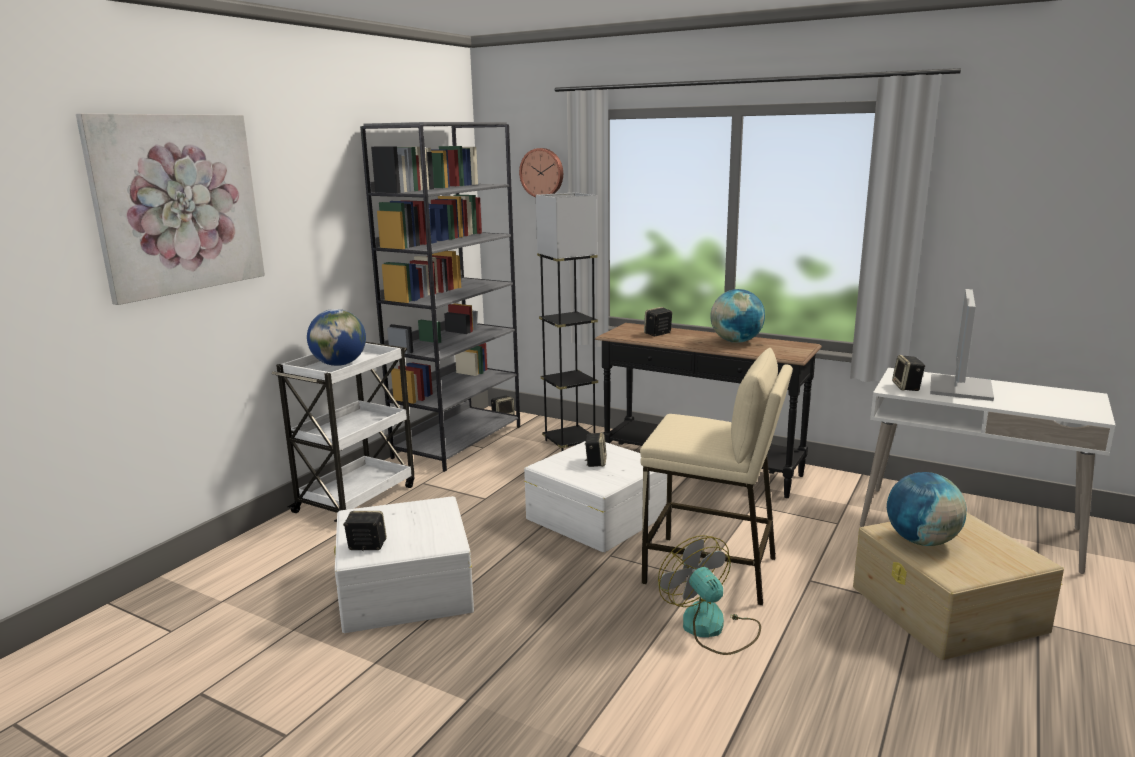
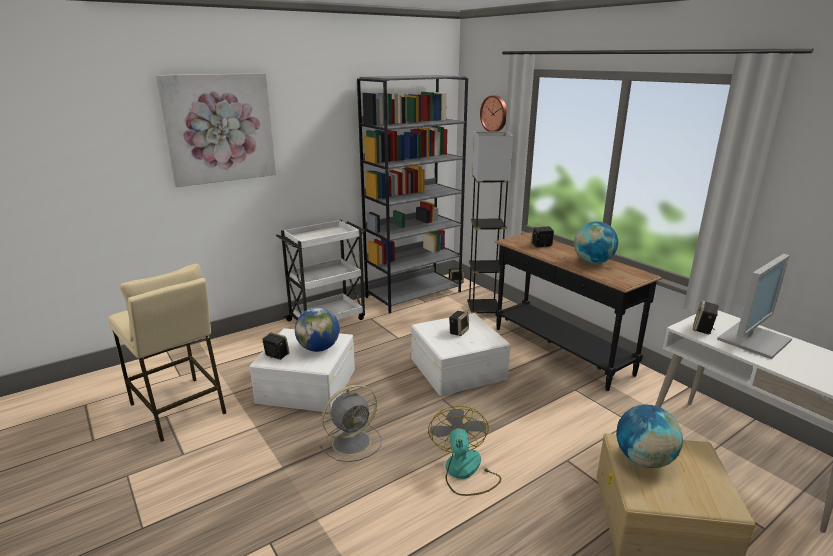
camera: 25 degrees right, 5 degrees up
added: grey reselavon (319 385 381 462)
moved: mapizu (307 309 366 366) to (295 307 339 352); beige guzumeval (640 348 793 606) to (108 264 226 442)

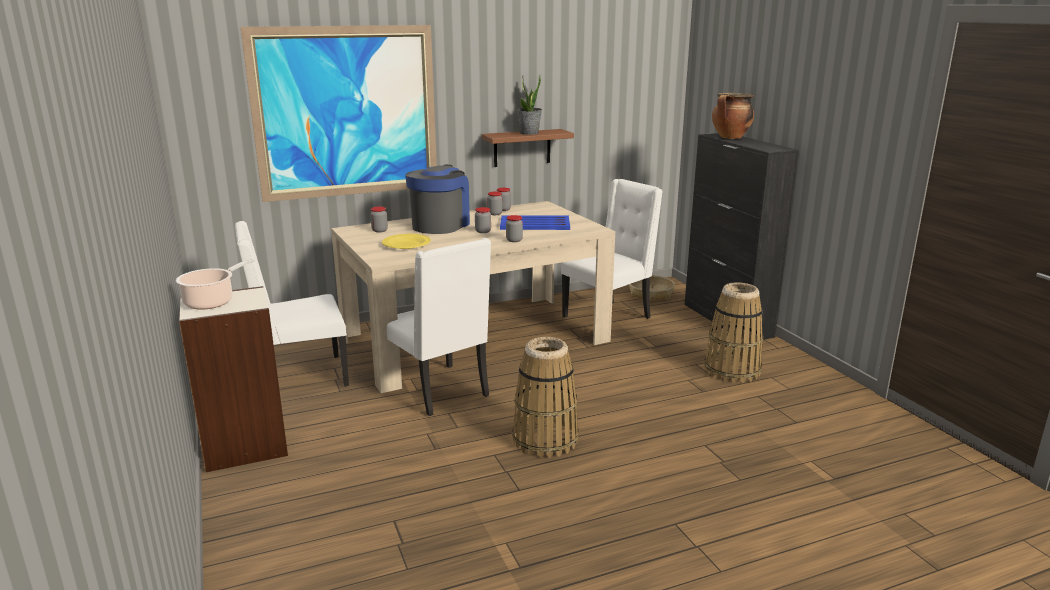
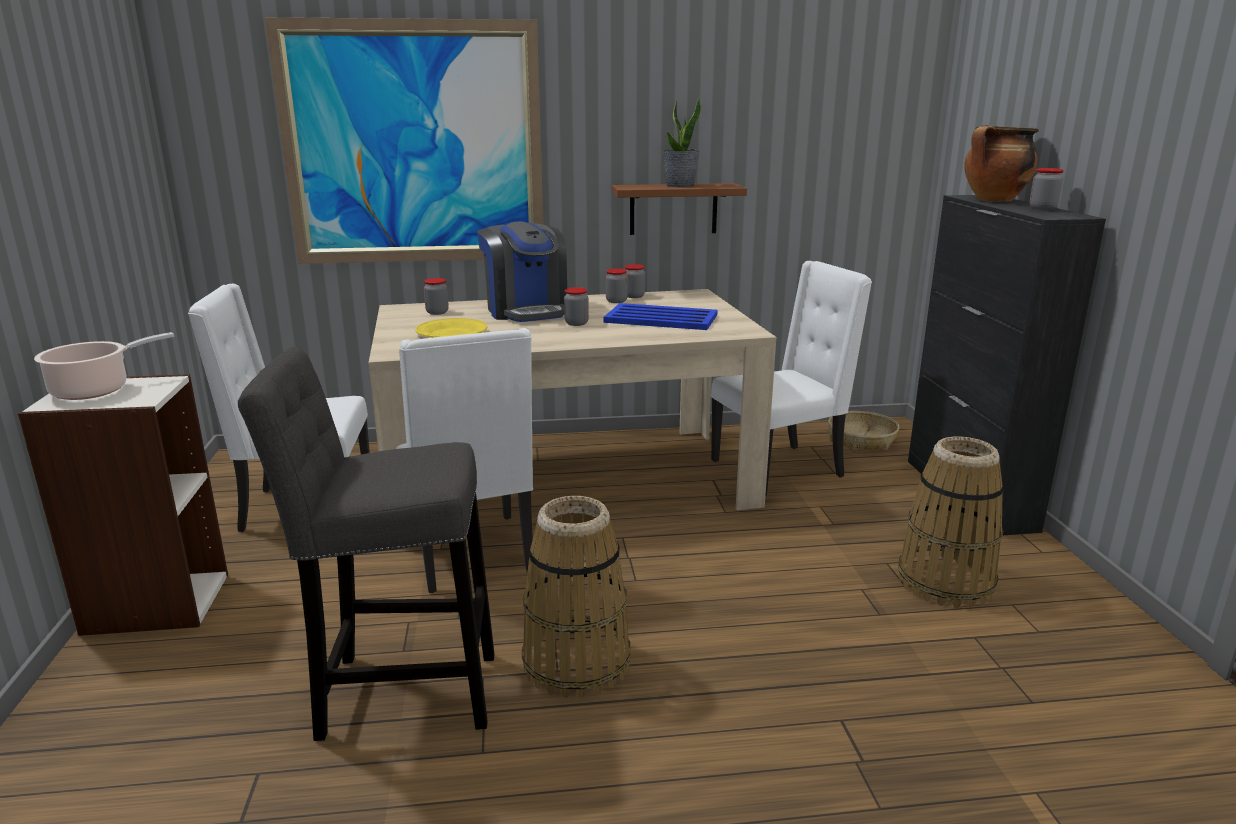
camera: 15 degrees right, 0 degrees up
added: grey guzumeval (238 347 495 741)
moved: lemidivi (506 215 523 242) to (1030 168 1064 210)
turned: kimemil (405 164 470 234) = (477 221 567 322) 120 degrees clockwise

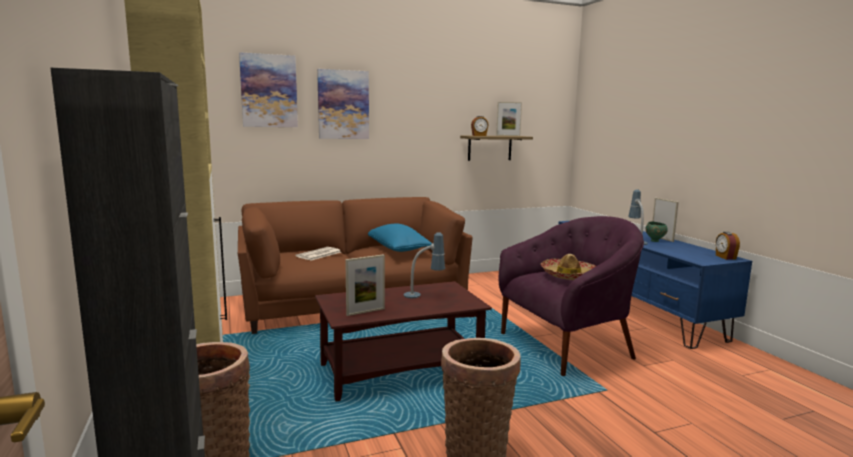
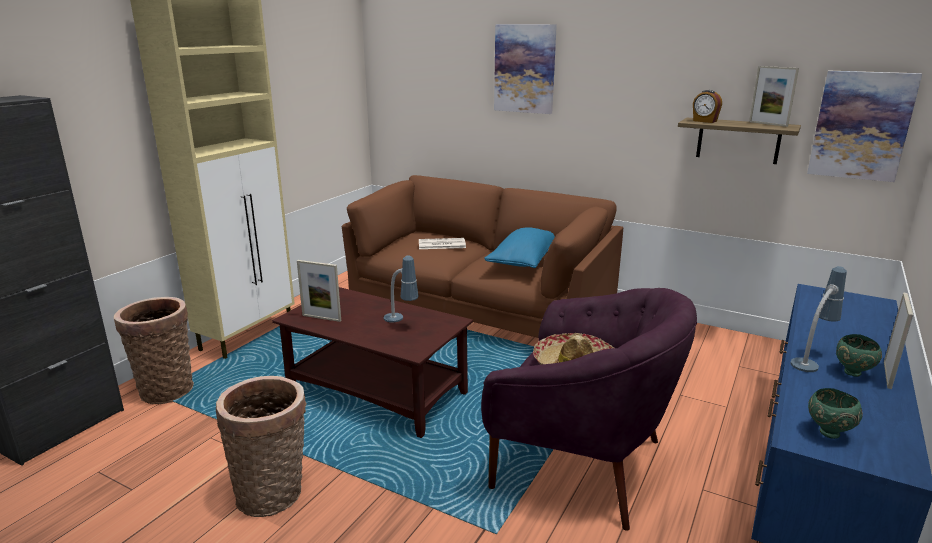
camera: 50 degrees right, 10 degrees up
removed: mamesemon (716 232 740 260)
added: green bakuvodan (808 388 863 439)
moved: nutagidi (239 52 298 127) to (807 70 922 182)

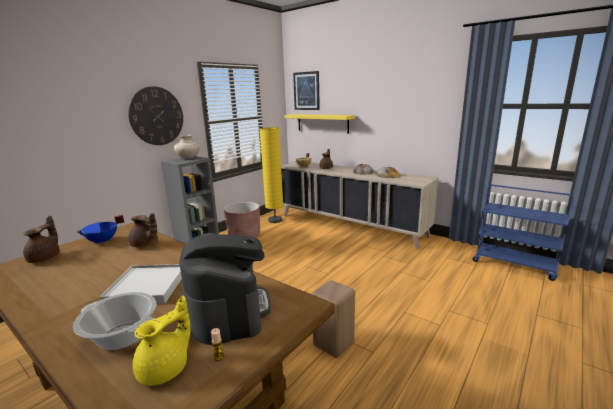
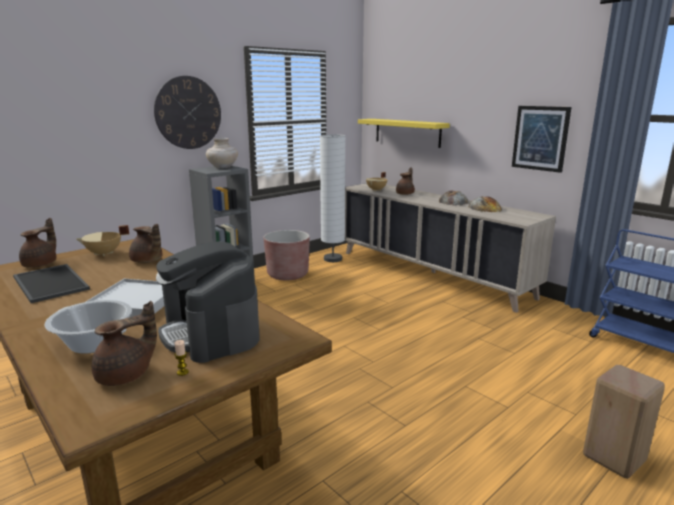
camera: 10 degrees right, 0 degrees up
added: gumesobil (13 264 90 303)
moved: nutagidi (293 71 320 110) to (512 106 572 173); beige guzumeval (312 280 355 358) to (583 365 665 479)
recoloured: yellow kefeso (260 127 283 223) to white kefeso (320 134 345 262); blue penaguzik (76 215 124 244) to beige penaguzik (76 225 129 256); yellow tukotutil (133 296 190 386) to brown tukotutil (92 301 157 386)
turned: kimemil (179 232 271 345) = (156 241 260 363) 150 degrees clockwise

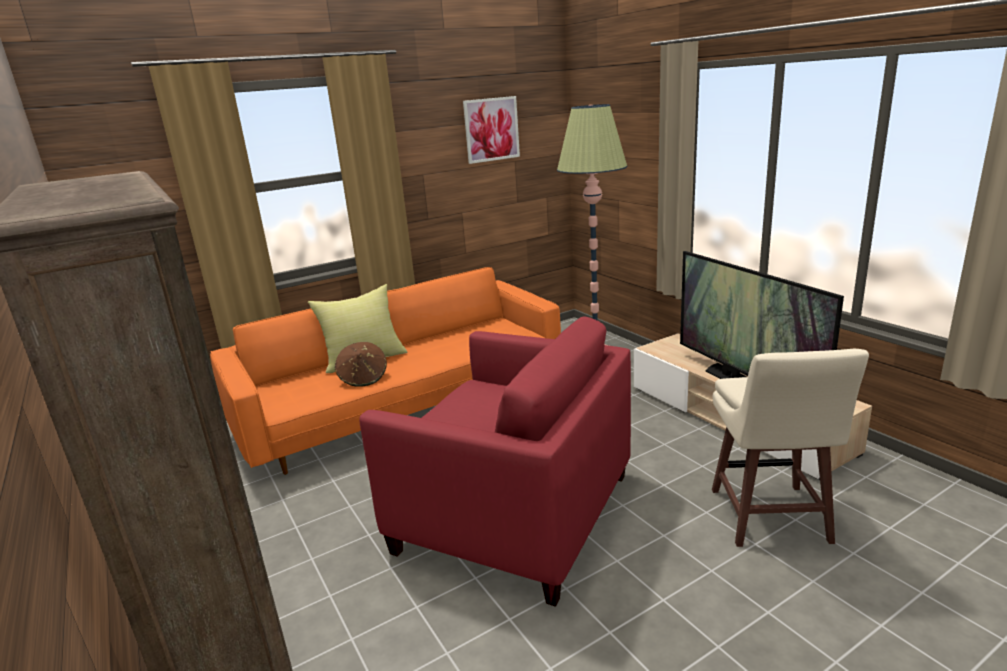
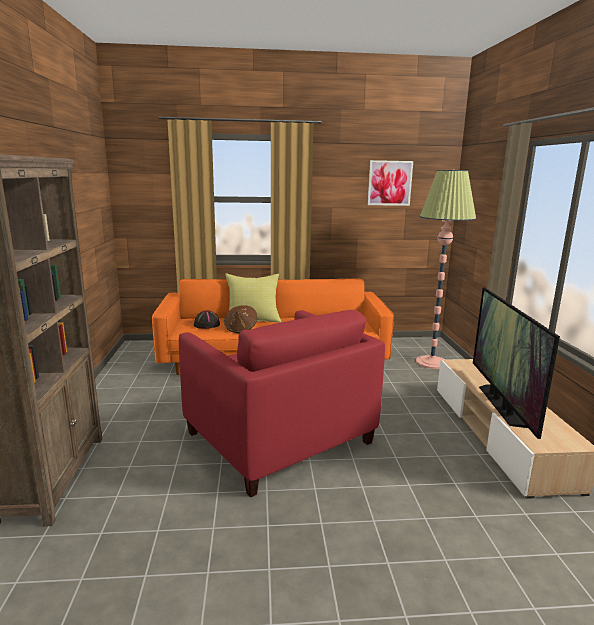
camera: 25 degrees right, 5 degrees down
removed: beige guzumeval (712 349 869 547)
added: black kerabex (193 310 220 329)

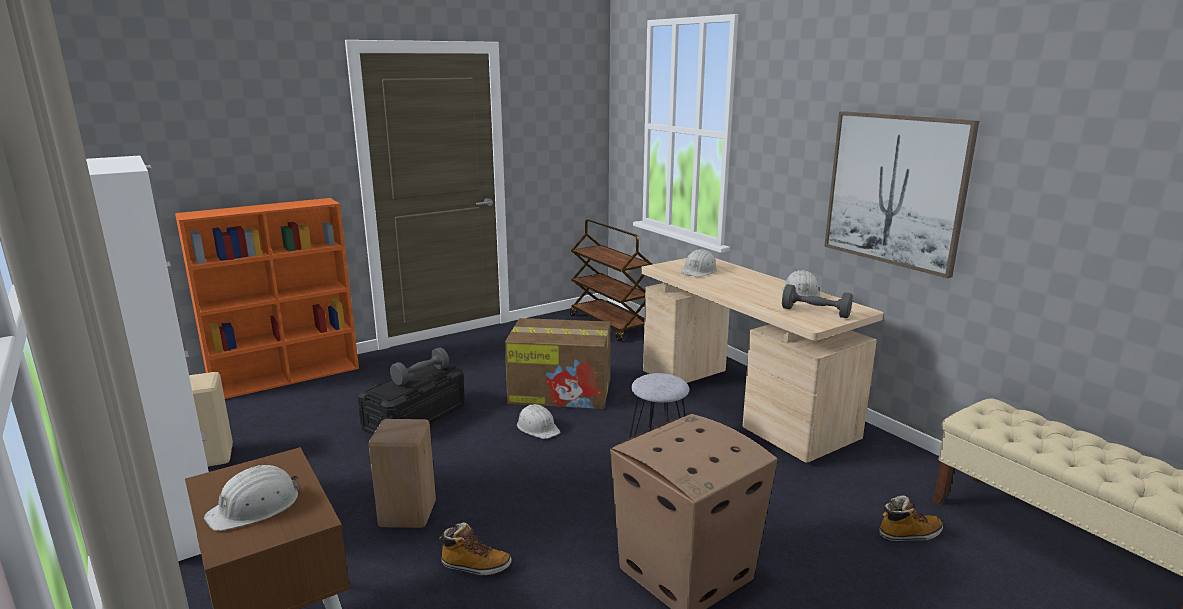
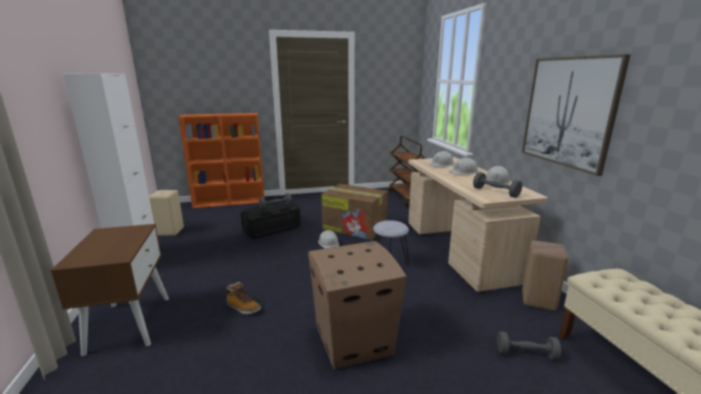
camera: 20 degrees right, 0 degrees up
moved: beige guzumeval (368 419 436 528) to (522 240 568 311); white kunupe (204 465 300 531) to (448 158 478 175)
replaced: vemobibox (879 495 943 541) to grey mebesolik (497 331 561 360)

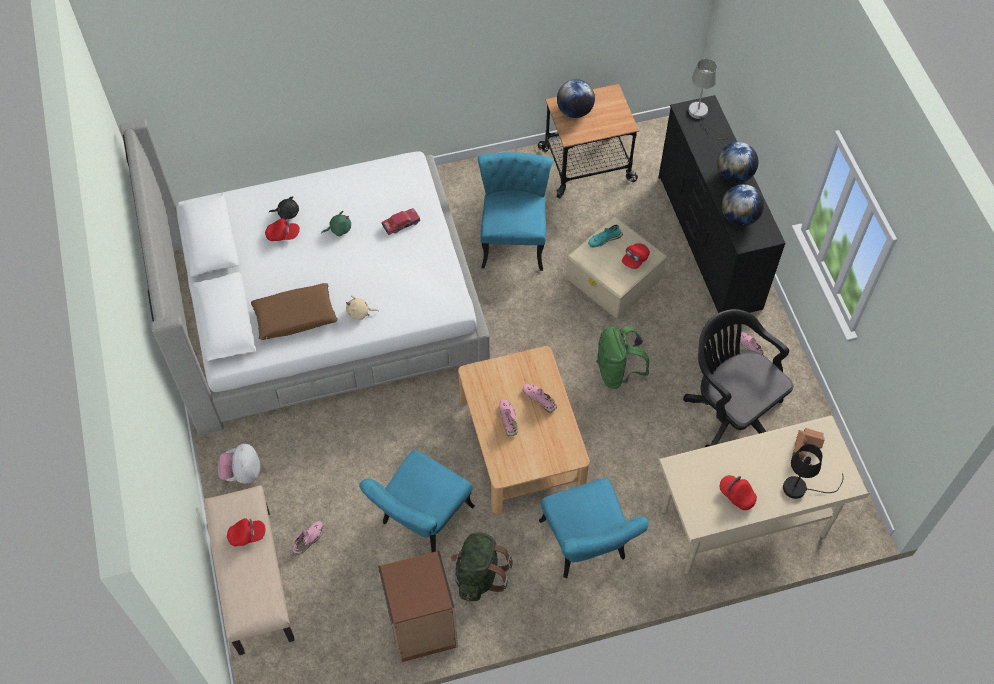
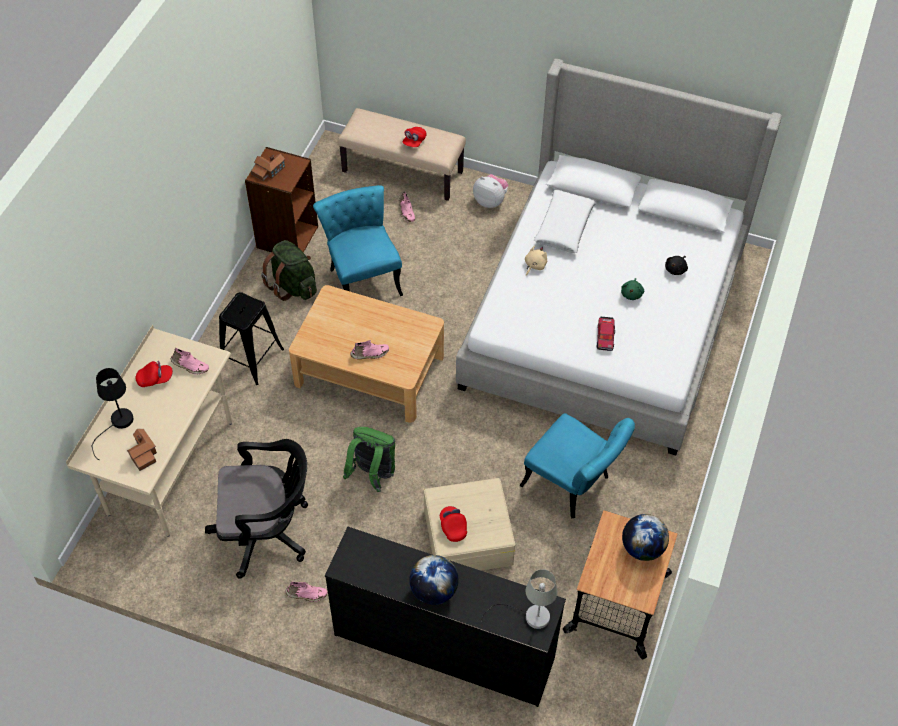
camera: 125 degrees right, 5 degrees down
removed: mapizu (722 184 764 226); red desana (265 218 300 241); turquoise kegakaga (588 224 623 248)
added: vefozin (251 154 285 181)
moved: pink kegakaga (499 399 518 437) to (171 348 209 374)
replaced: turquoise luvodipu (539 478 649 578) to black guzumeval (219 292 284 385)
recoloured: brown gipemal (251 283 338 340) to white gipemal (534 190 596 253)

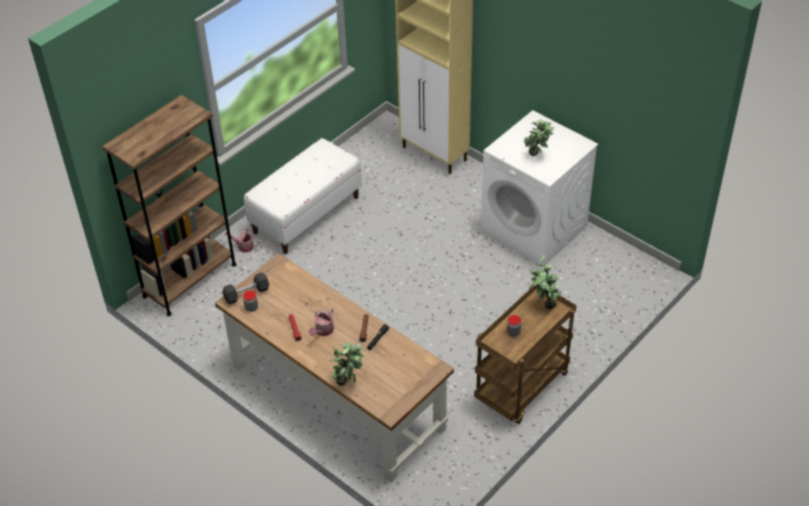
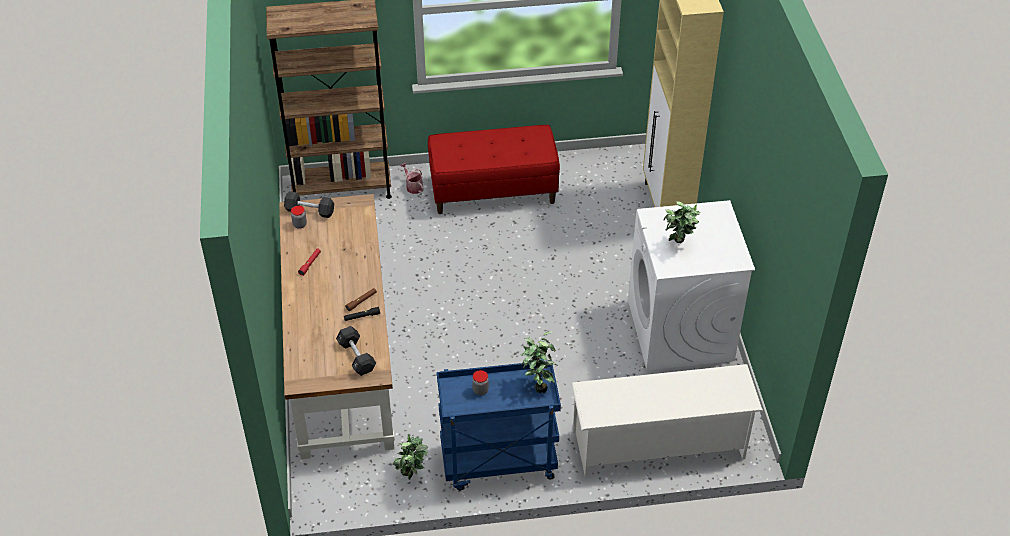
camera: 40 degrees right, 0 degrees up
removed: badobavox (309 308 334 336)
added: black mebesolik (336 326 376 376); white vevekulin (571 364 763 477)
moved: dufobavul (330 342 366 386) to (392 434 428 480)
recoloured: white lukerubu (244 138 362 254) to red lukerubu (428 125 560 214); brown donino (474 285 577 424) to blue donino (437 359 561 490)

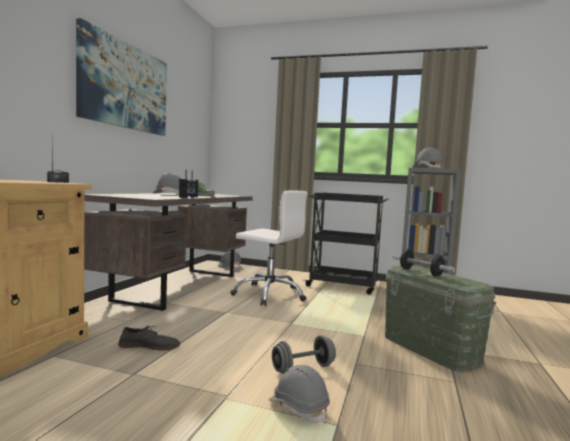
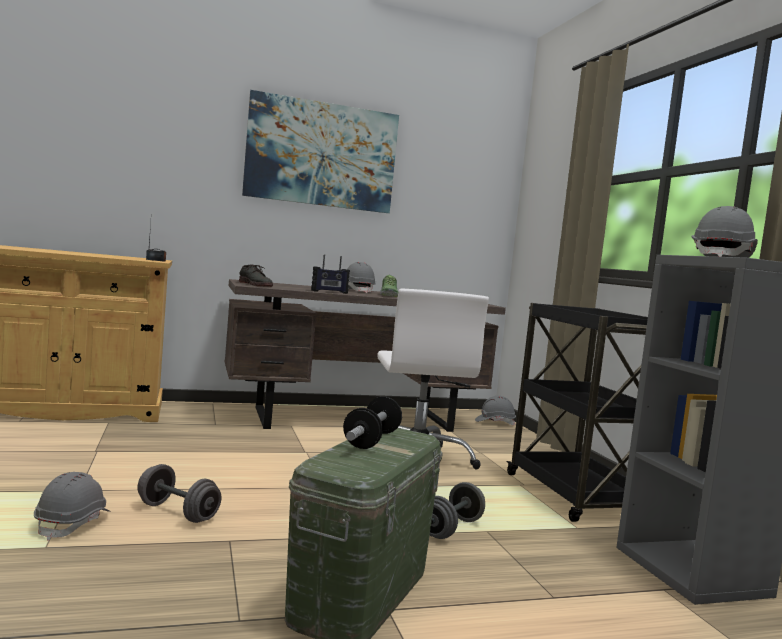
camera: 55 degrees right, 0 degrees up
added: grey mebesolik (430 482 485 539)
moved: grey kegakaga (118 326 180 351) to (239 264 273 287)

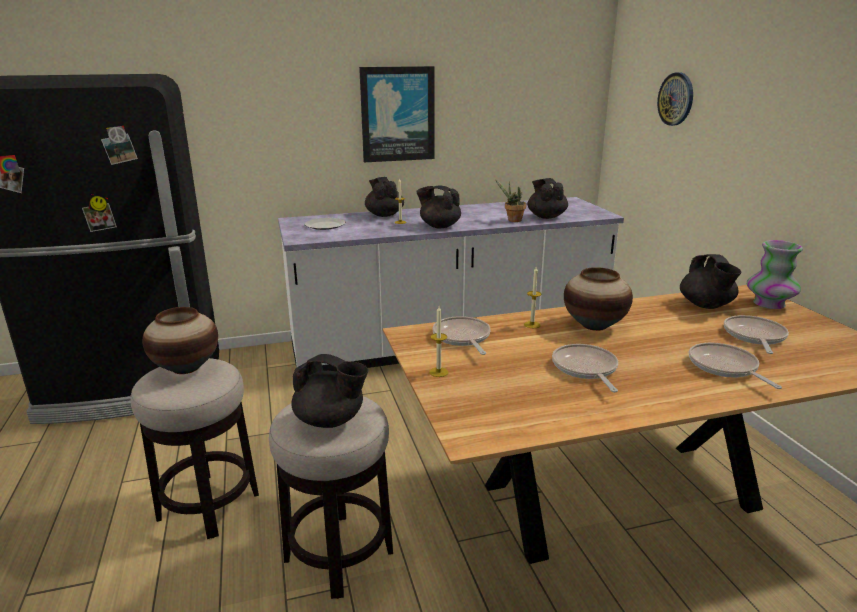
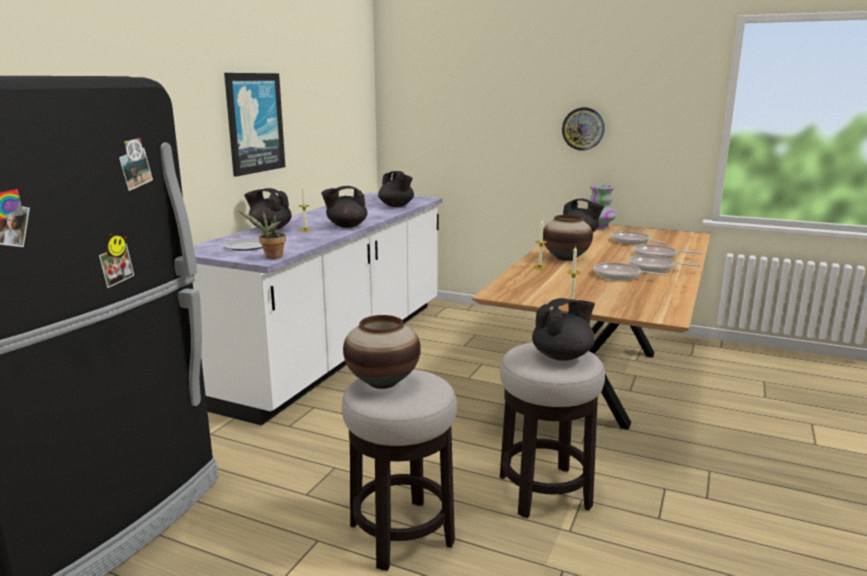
camera: 50 degrees left, 5 degrees down
moved: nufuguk (657 72 693 126) to (562 107 605 151); dufobavul (495 179 526 222) to (239 211 286 259); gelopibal (433 316 491 355) to (628 255 702 272)
turned: black tukotutil (528 178 568 219) = (378 171 414 207) 150 degrees counterclockwise

